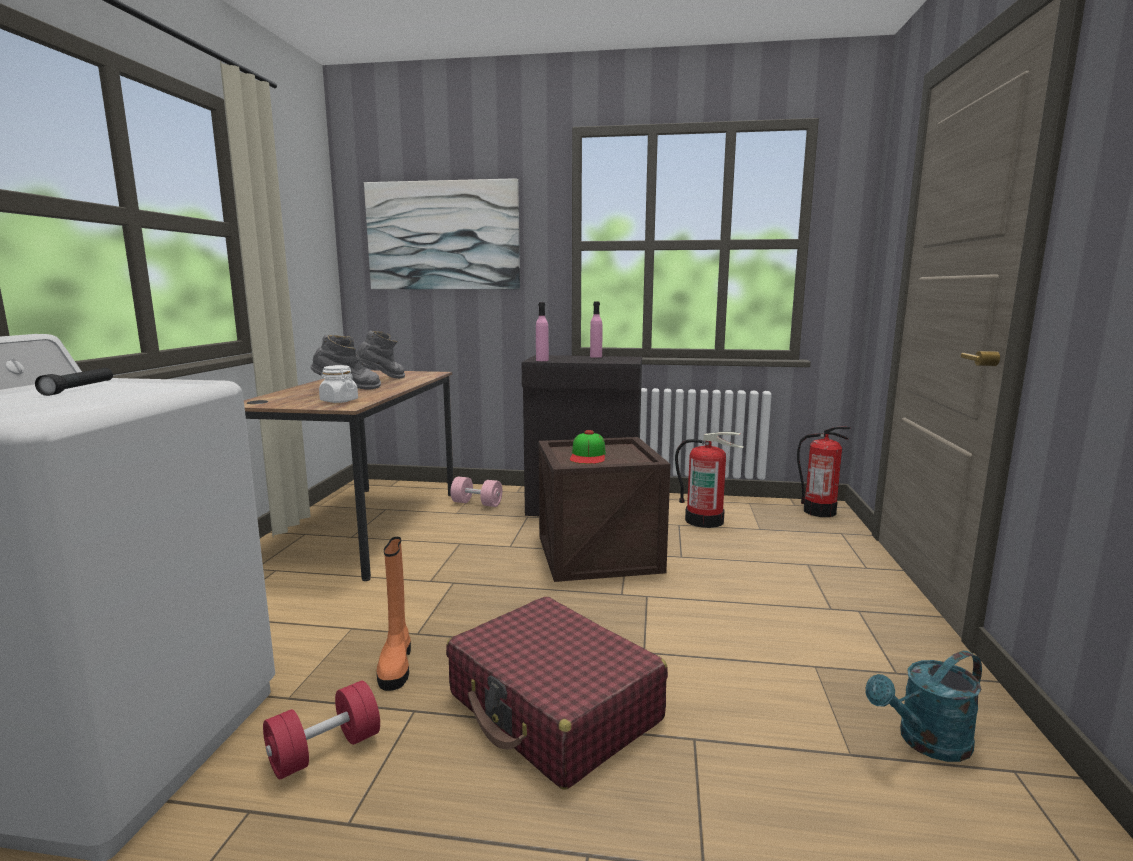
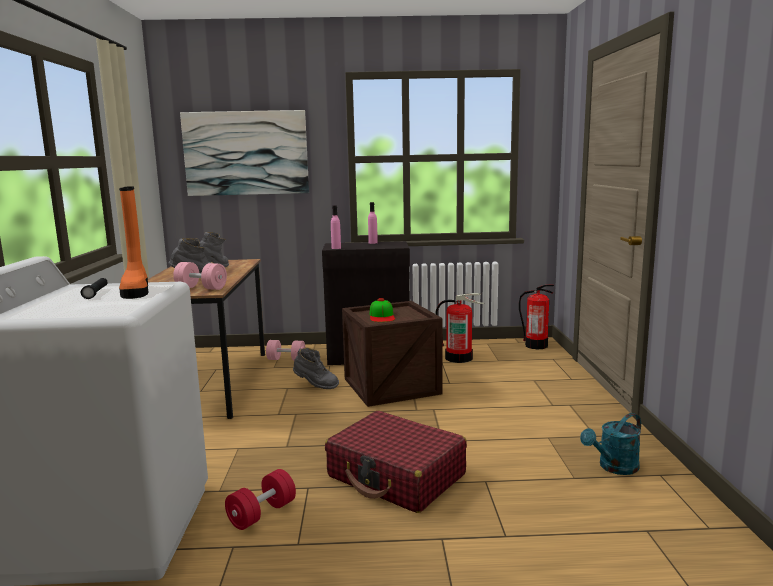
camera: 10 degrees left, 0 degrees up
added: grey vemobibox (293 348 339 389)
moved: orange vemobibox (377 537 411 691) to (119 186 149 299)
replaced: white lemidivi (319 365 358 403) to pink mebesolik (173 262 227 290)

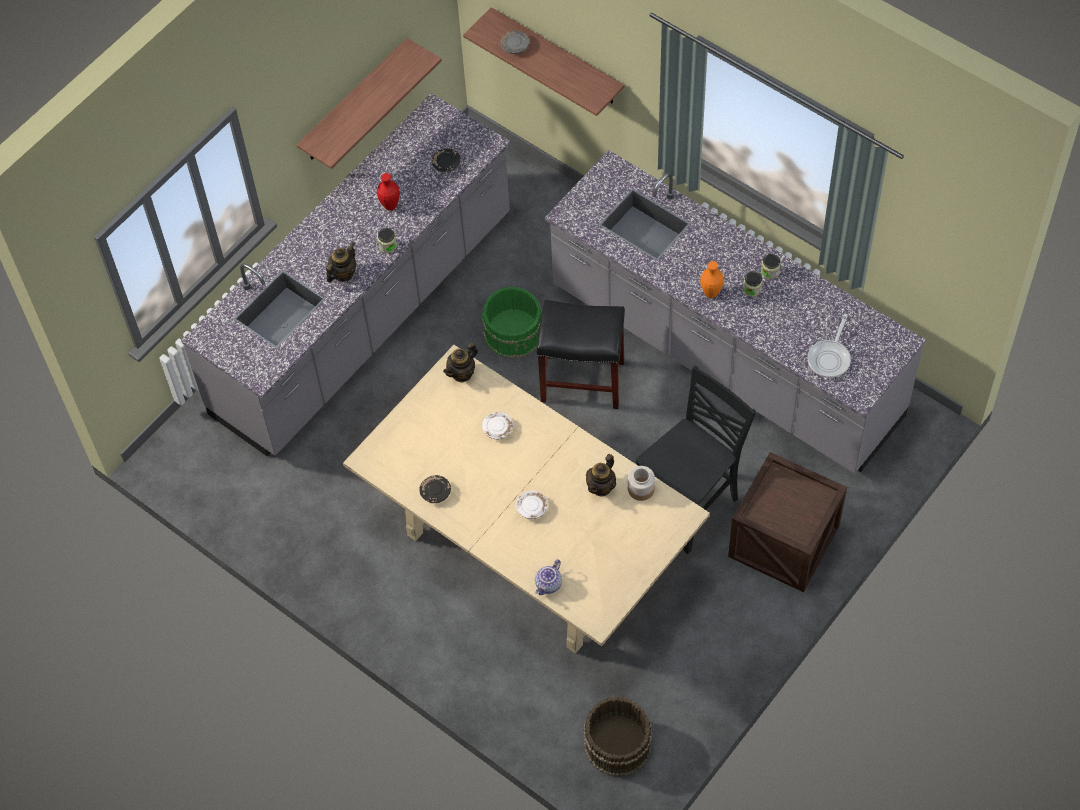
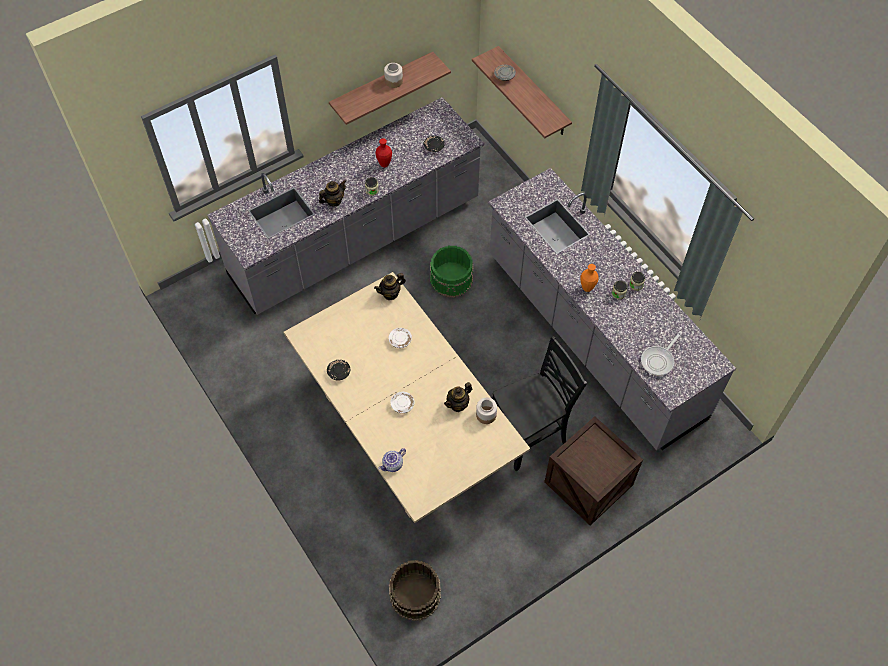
camera: 15 degrees right, 0 degrees up
removed: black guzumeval (537 300 625 409)
added: lemidivi (384 63 403 88)

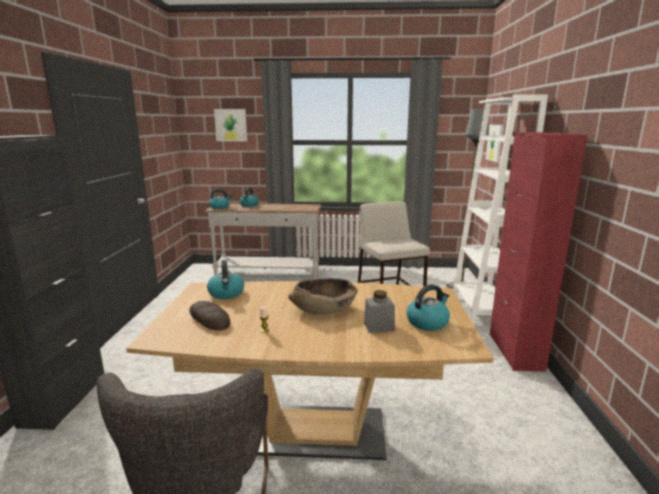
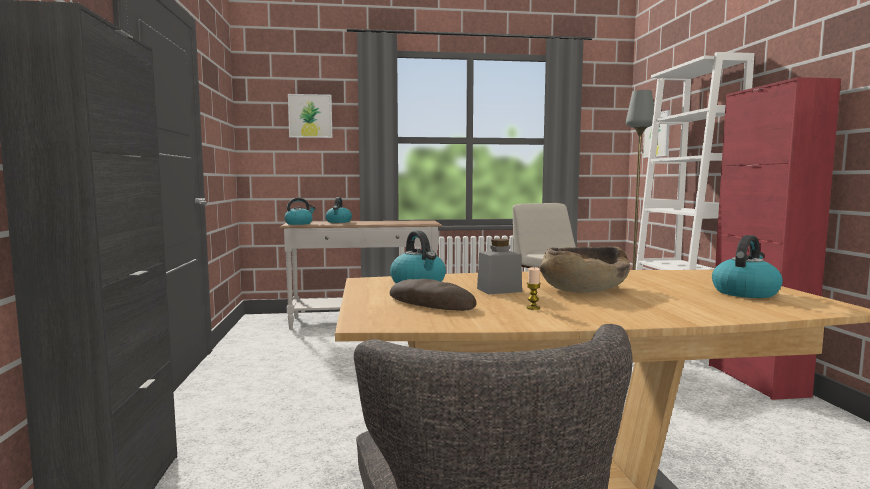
camera: 10 degrees left, 10 degrees down
moved: grey lemidivi (364 290 395 333) to (477 239 522 295)

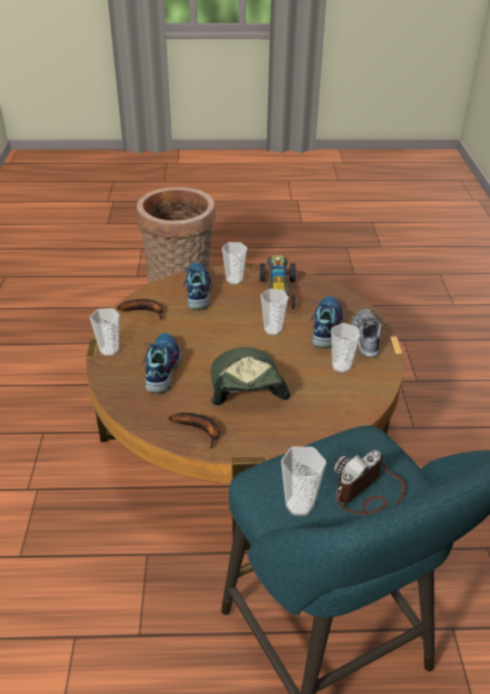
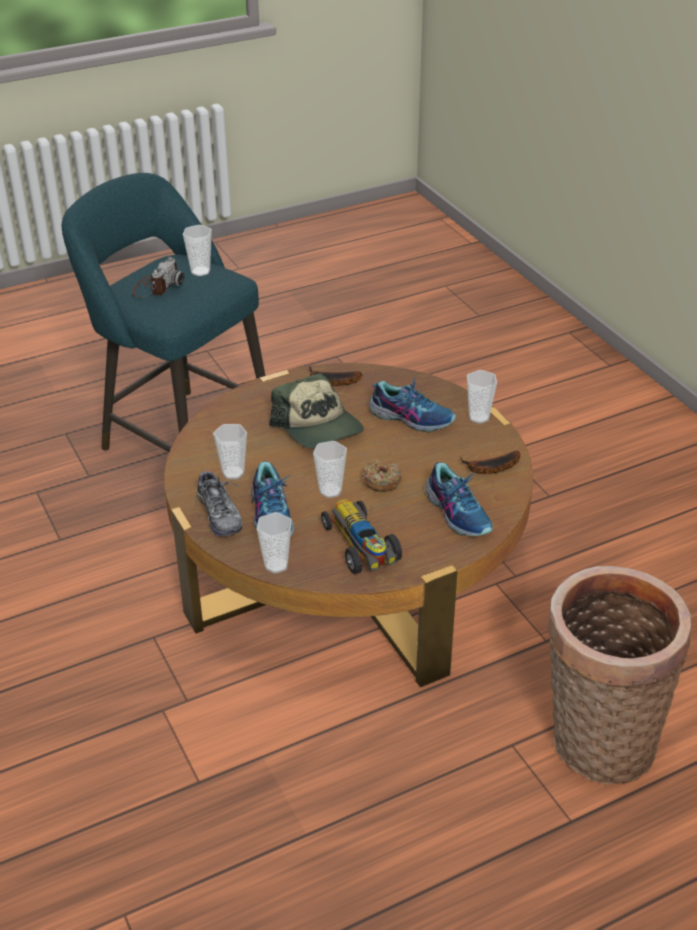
camera: 155 degrees right, 0 degrees up
added: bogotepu (362 459 402 492)
moved: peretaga (222 242 247 284) to (257 512 292 574)
turned: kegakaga (142 333 181 393) = (369 375 456 432) 45 degrees counterclockwise

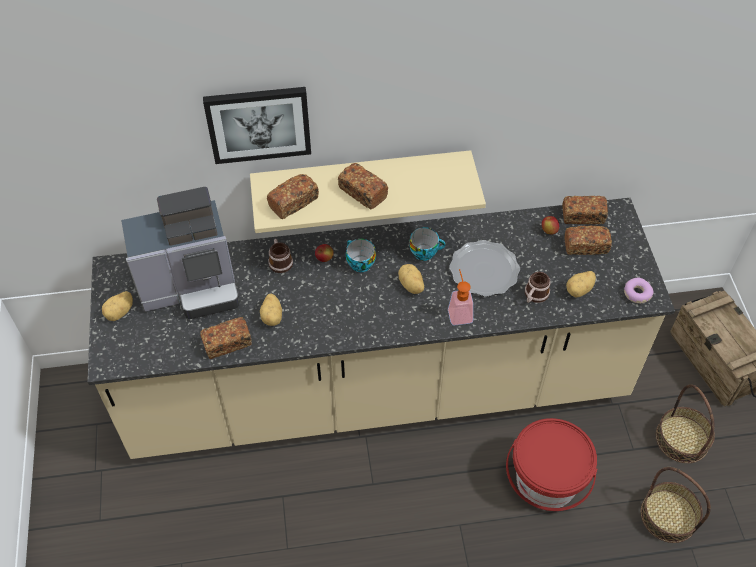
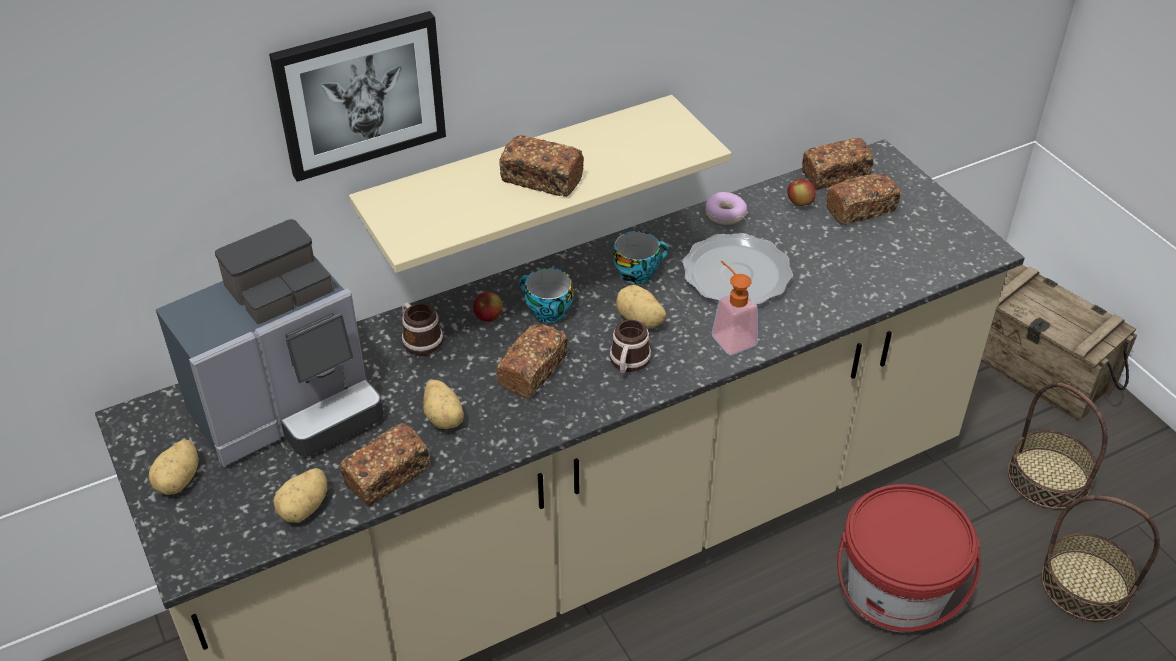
camera: 20 degrees left, 10 degrees down
moved: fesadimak (266 174 319 219) to (496 324 568 398); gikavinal (566 271 596 297) to (273 468 327 523); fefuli (525 272 551 303) to (609 320 651 373); bogotepu (624 278 654 303) to (705 192 747 225)

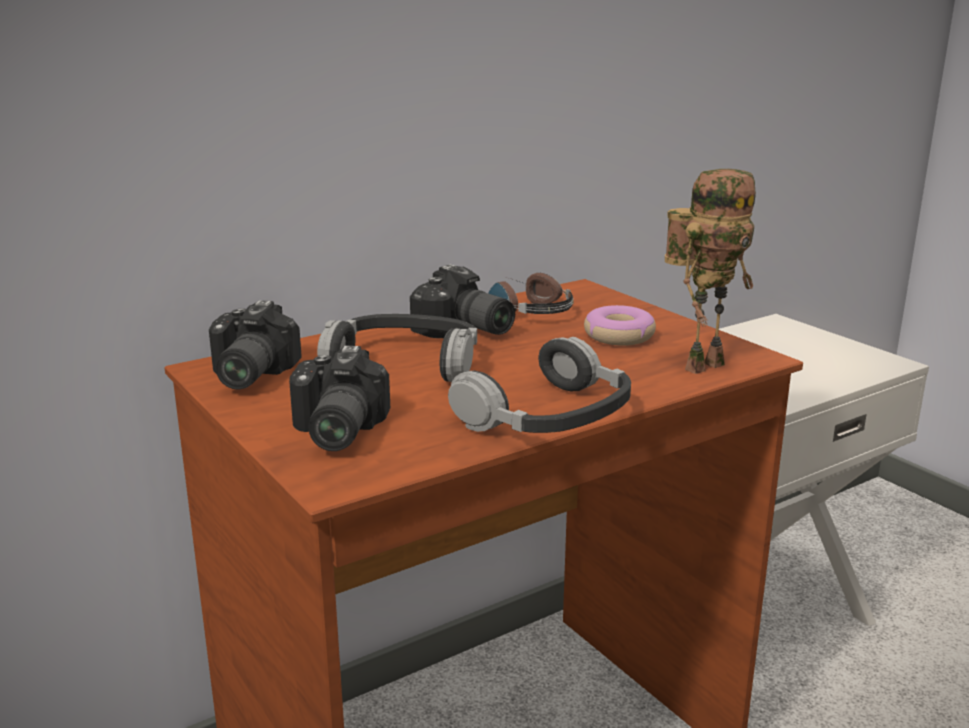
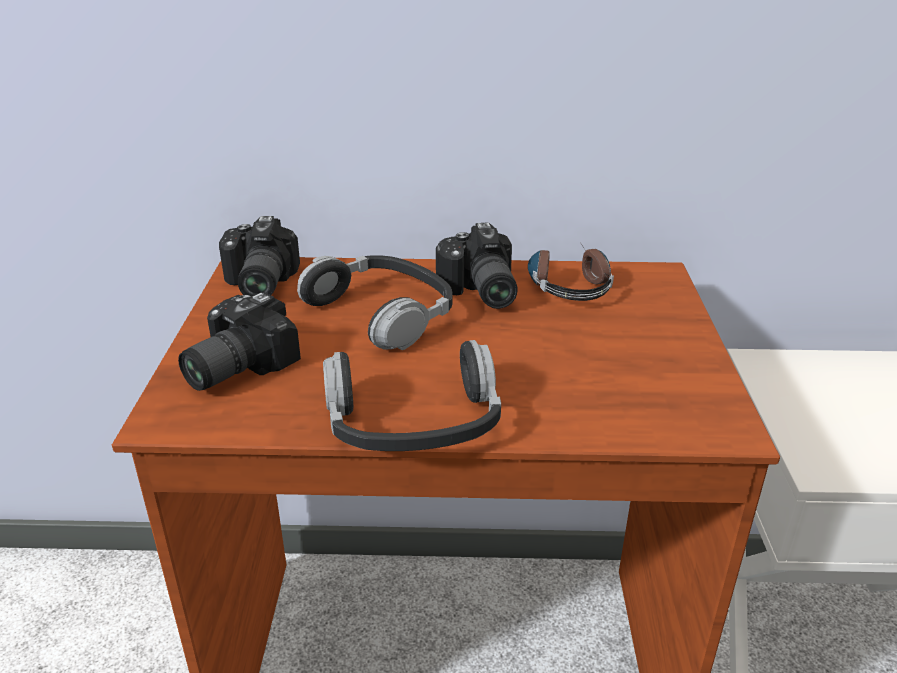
camera: 35 degrees right, 10 degrees up
removed: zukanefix (665 169 756 374); bogotepu (584 305 656 346)
turned: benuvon (209 300 302 389) = (219 216 300 296) 45 degrees counterclockwise

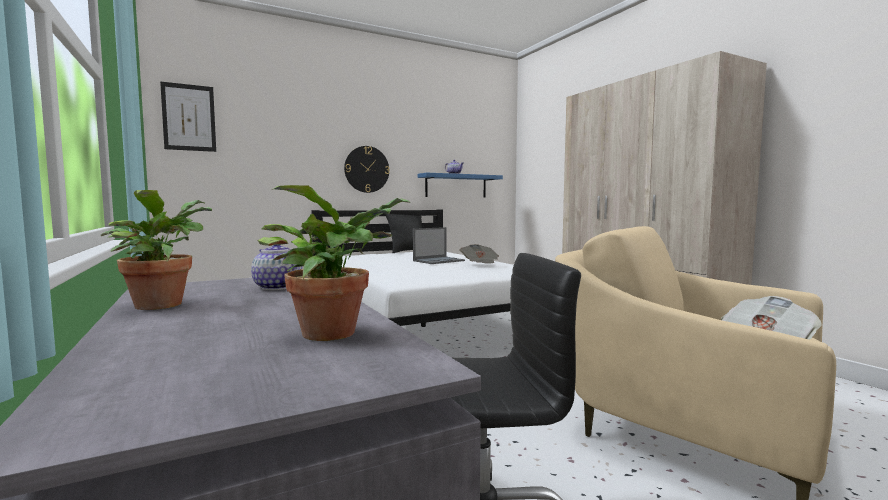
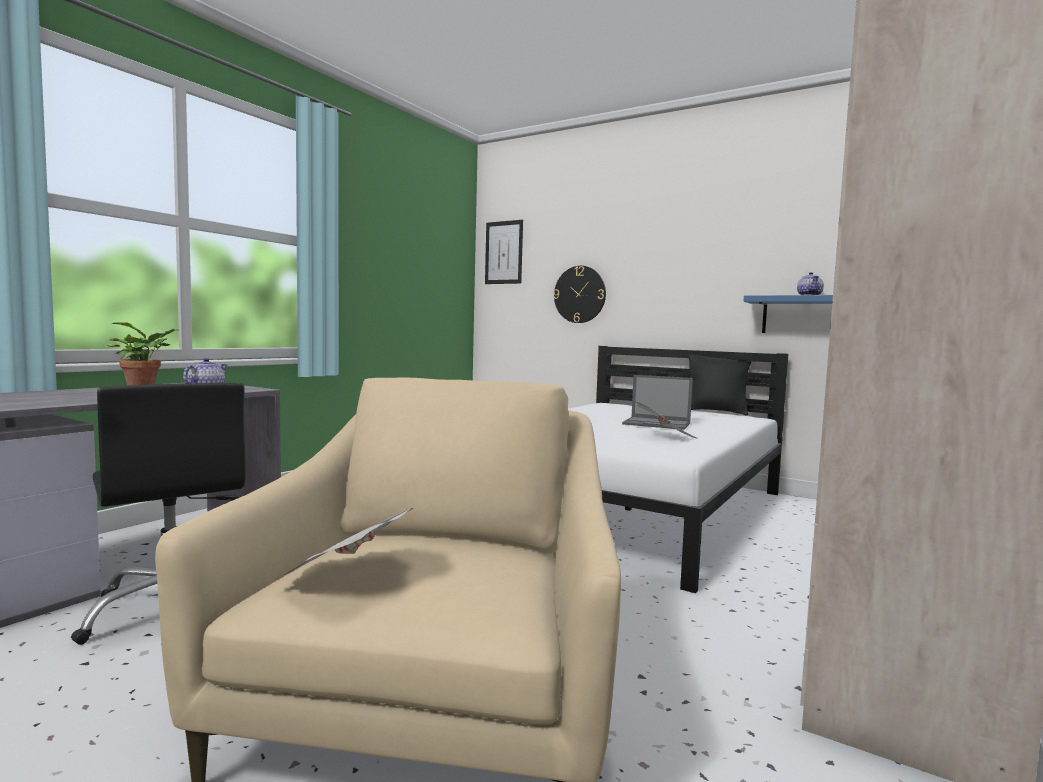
camera: 60 degrees right, 0 degrees up
removed: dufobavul (258 185 411 341)
moved: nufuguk (344 146 390 193) to (554 266 606 323)

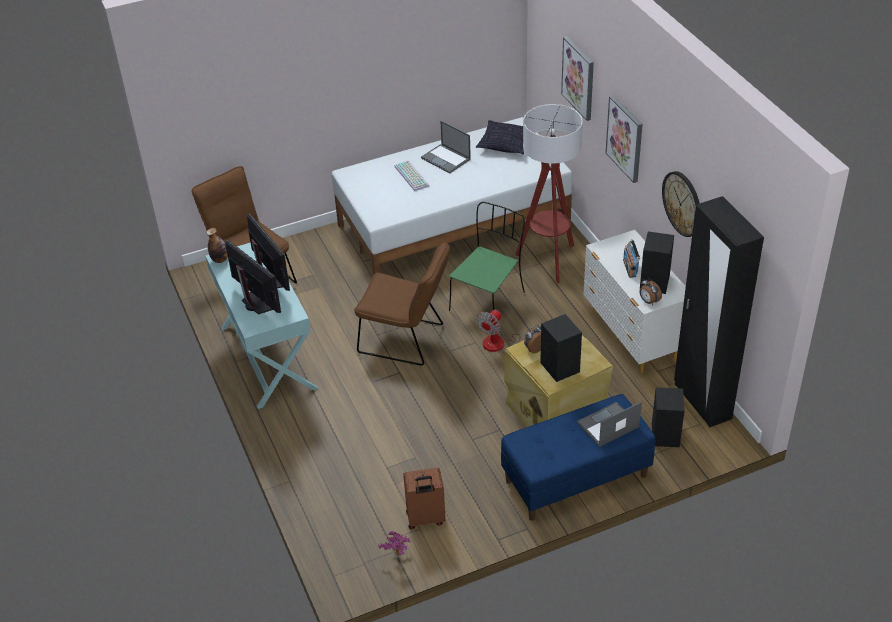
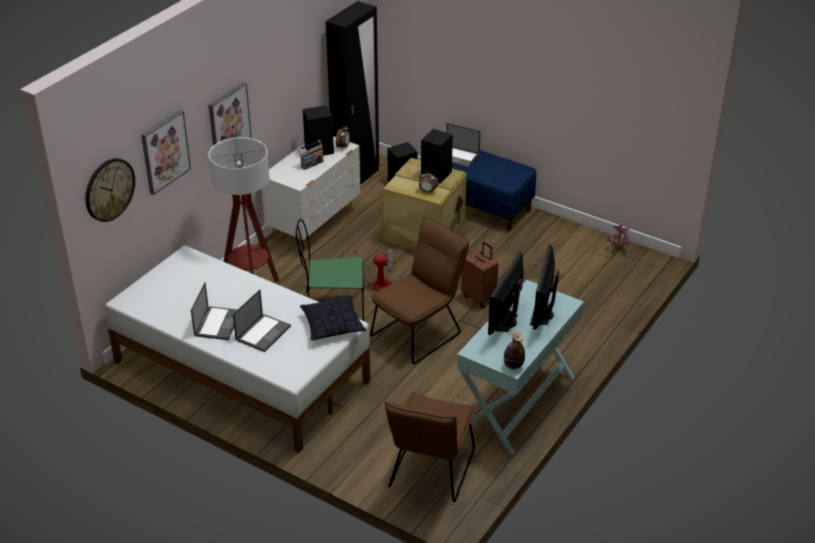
camera: 125 degrees left, 5 degrees down
moved: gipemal (476 120 524 154) to (300 296 366 341); nufuguk (662 171 699 237) to (85 158 135 222); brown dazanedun (403 468 446 529) to (461 242 498 309)
replaced: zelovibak (394 161 429 191) to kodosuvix (233 289 291 352)
turned: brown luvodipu (354 241 450 366) = (370 217 469 365) 60 degrees clockwise

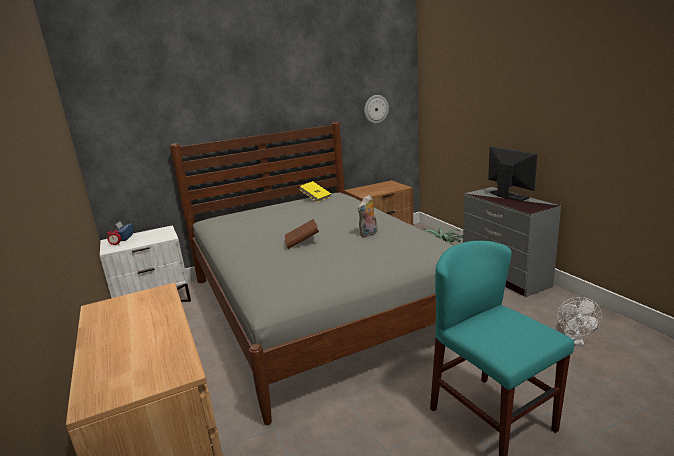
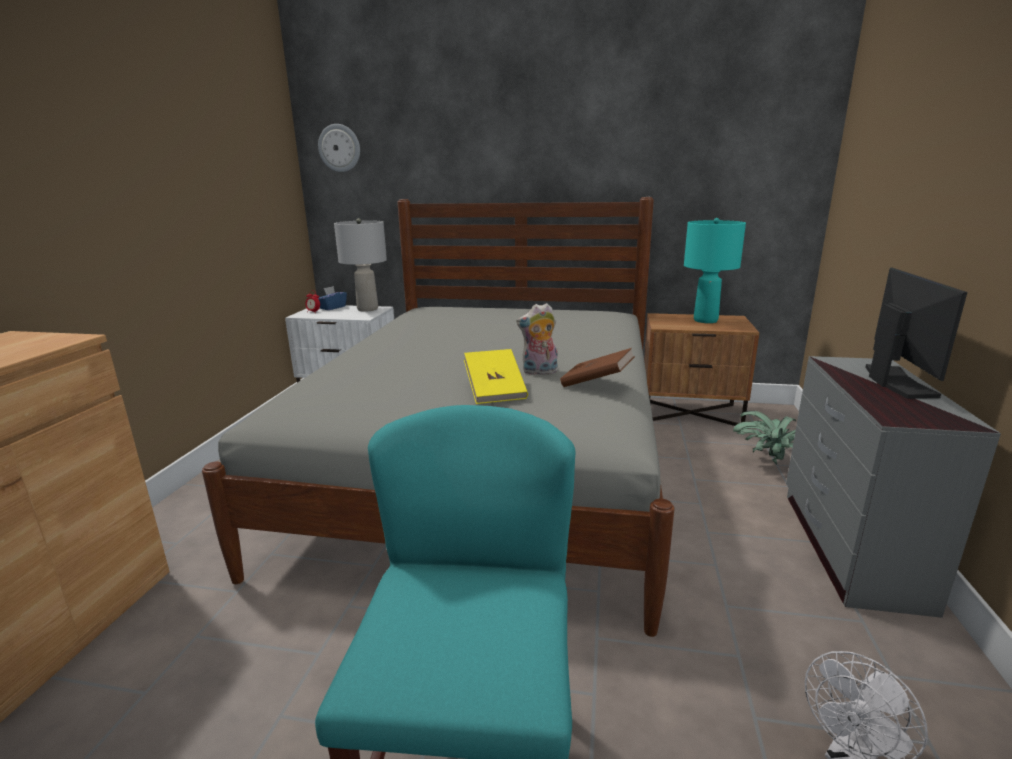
camera: 35 degrees right, 0 degrees up
added: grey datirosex (334 218 387 312); turquoise datirosex (684 218 746 323)
moved: nufuguk (364 95 389 124) to (318 124 360 172); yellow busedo (299 181 331 202) to (464 349 528 404); brown busedo (285 219 319 249) to (560 348 635 387)

